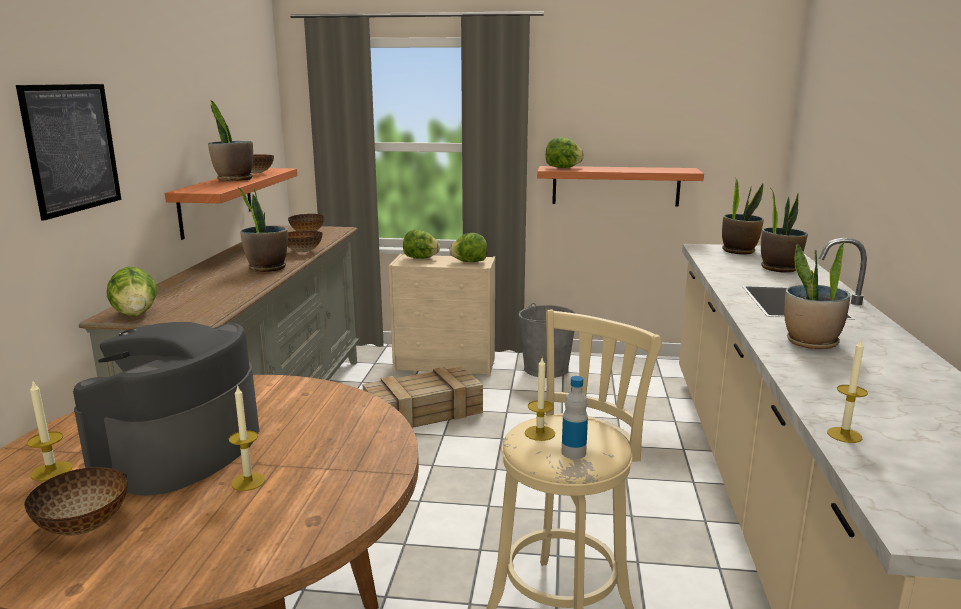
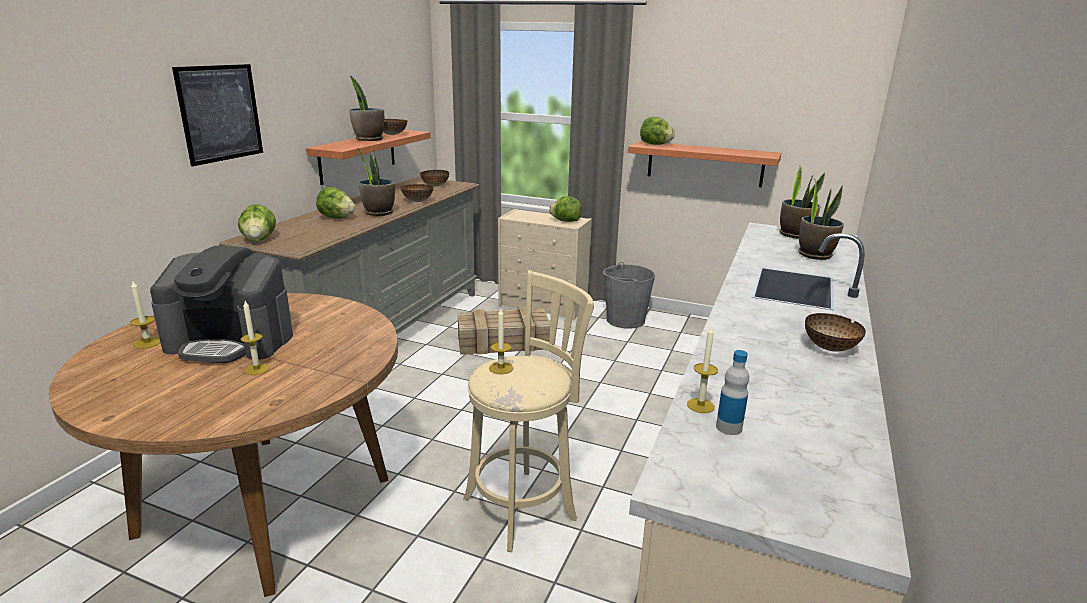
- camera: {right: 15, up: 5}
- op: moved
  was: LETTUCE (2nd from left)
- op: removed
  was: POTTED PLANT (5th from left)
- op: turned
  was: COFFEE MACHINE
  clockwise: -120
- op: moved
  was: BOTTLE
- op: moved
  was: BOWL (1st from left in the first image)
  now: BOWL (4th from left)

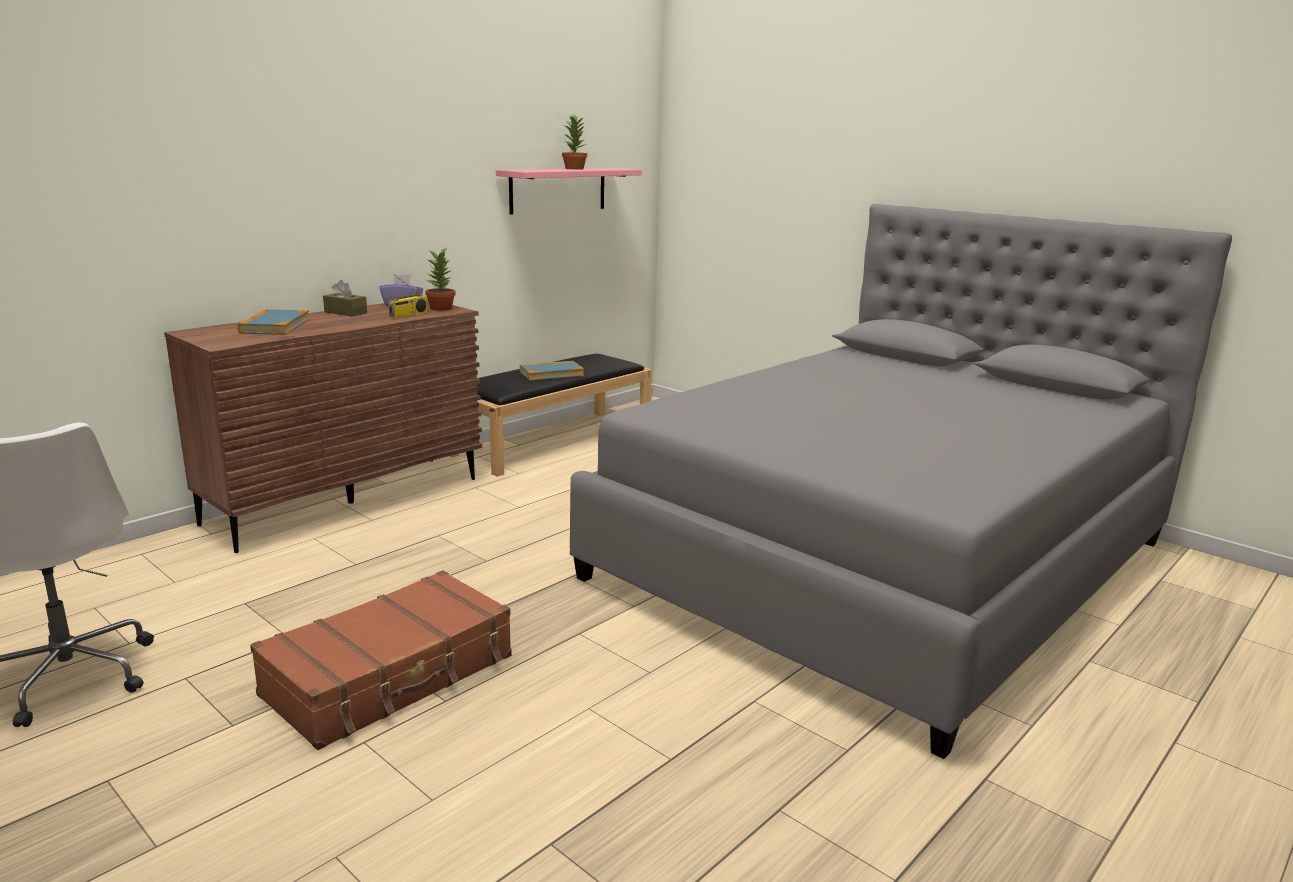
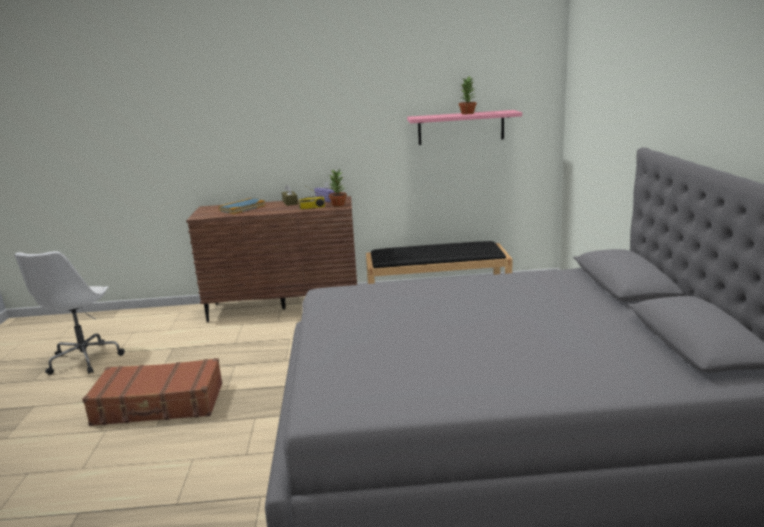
- camera: {right: 45, up: 0}
- op: removed
  was: BOOK (2nd from left)

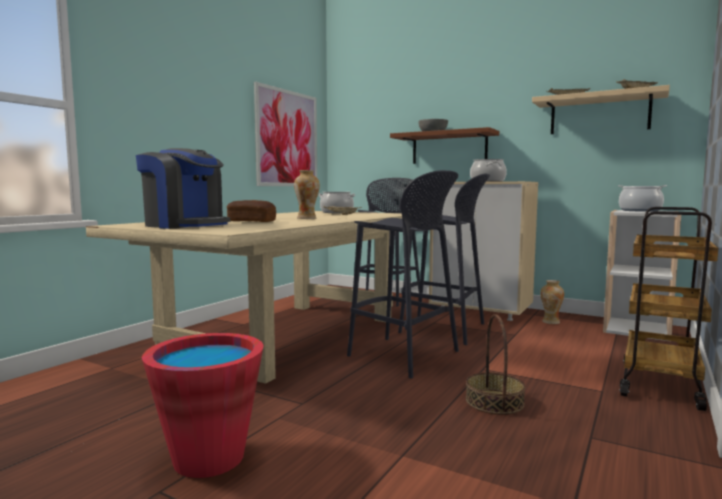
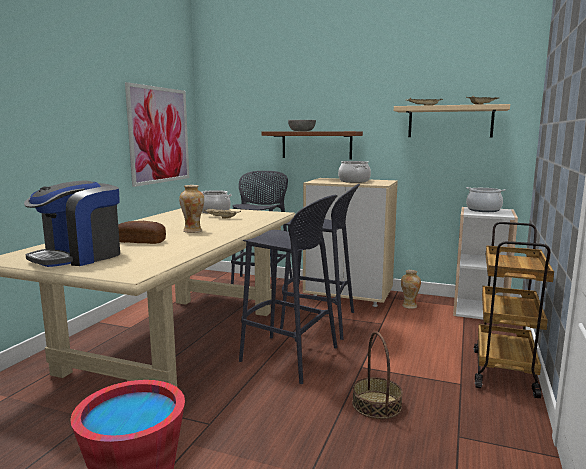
- camera: {right: -10, up: 5}
- op: turned
  was: COFFEE MACHINE
  clockwise: 105

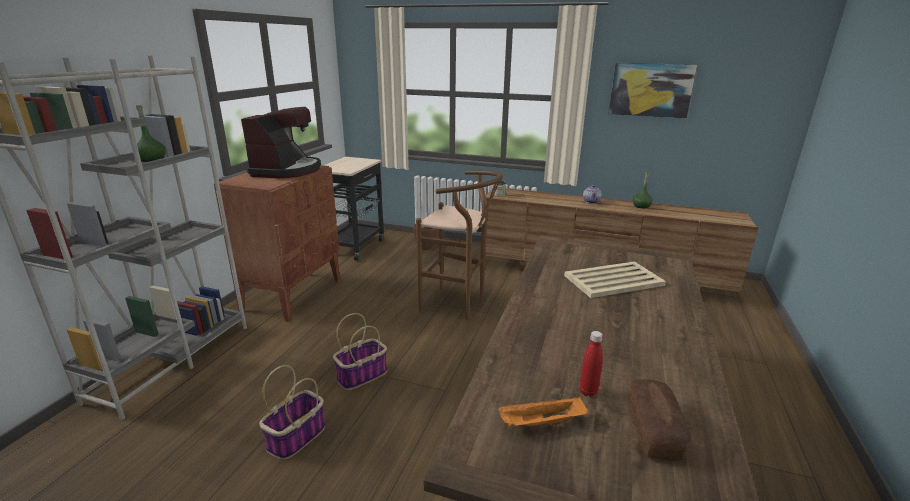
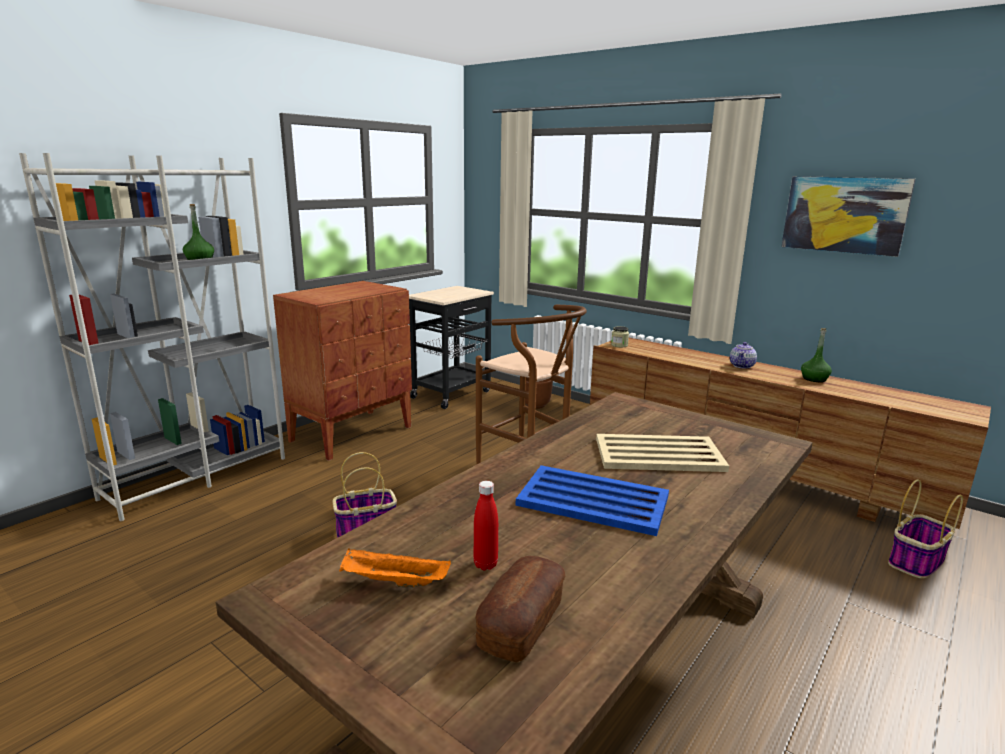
- camera: {right: 20, up: -5}
- op: removed
  was: COFFEE MACHINE
- op: moved
  was: BASKET (1st from left in the first image)
  now: BASKET (2nd from left)
- op: added
  now: BLUE TRAY

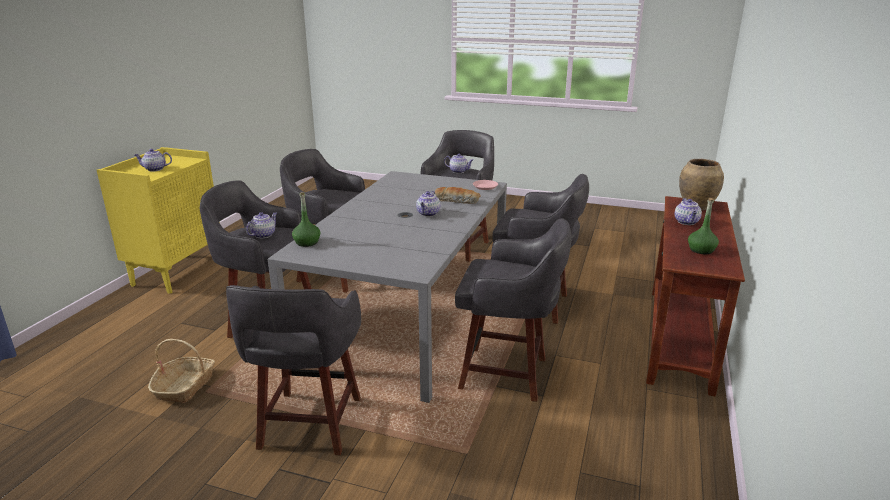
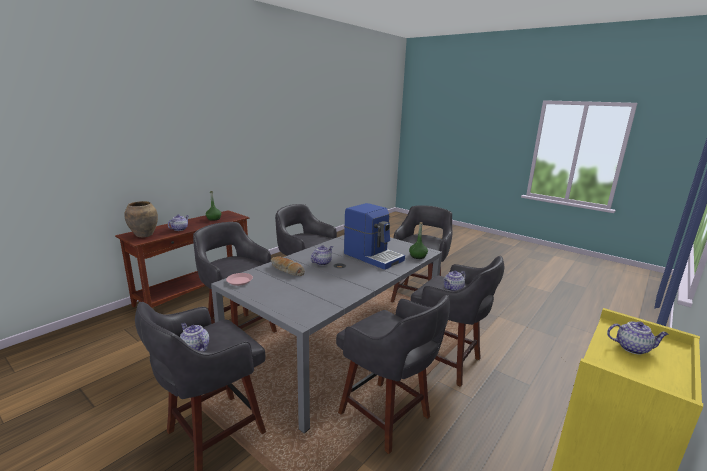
- camera: {right: -160, up: -5}
- op: removed
  was: BASKET
- op: added
  now: COFFEE MACHINE

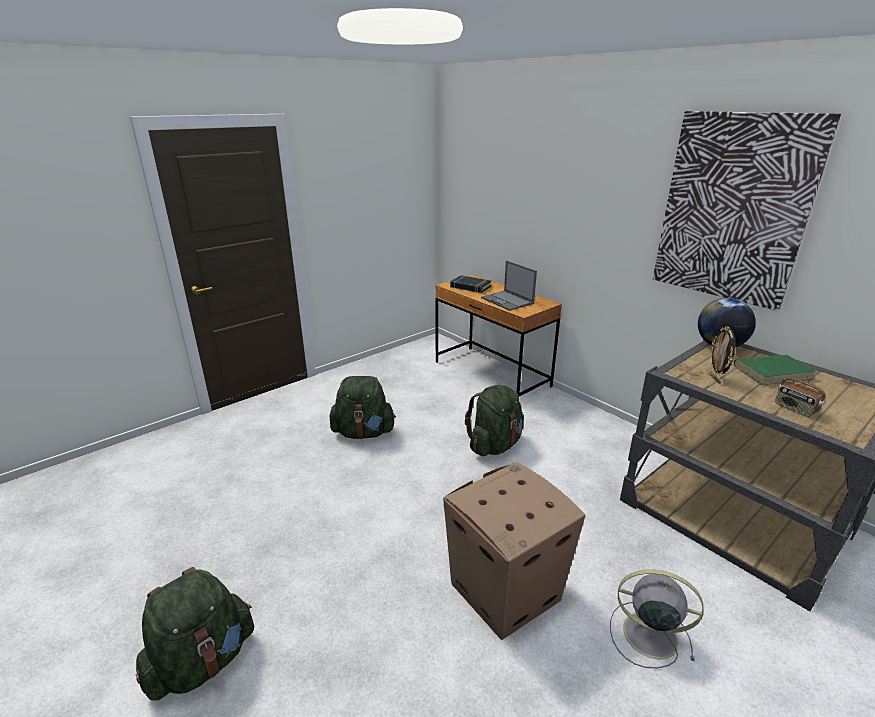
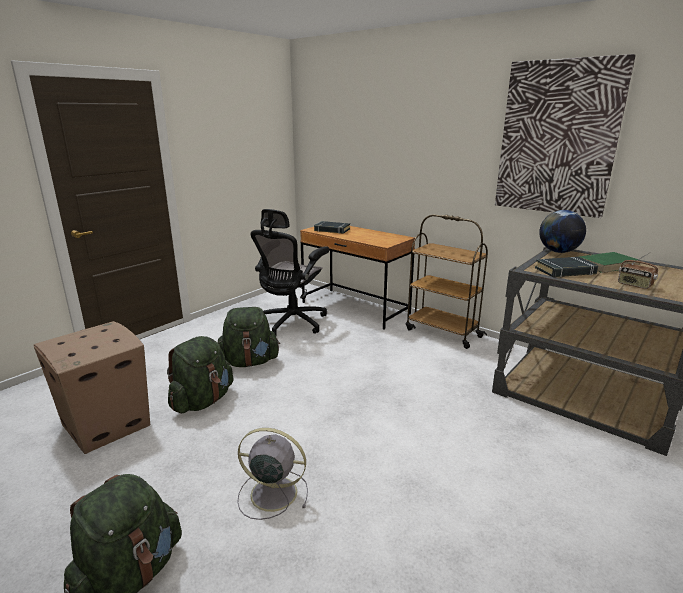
- camera: {right: -10, up: -5}
- op: removed
  was: LAPTOP
- op: replaced
  was: PICTURE FRAME
  now: BLACK BOOK (2nd from left)
- op: moved
  was: GREEN BACKPACK (3rd from left in the first image)
  now: GREEN BACKPACK (2nd from left)
- op: moved
  was: CARDBOARD BOX
- op: moved
  was: GREY FAN
- op: added
  now: OFFICE CHAIR
- op: added
  now: BROWN CART

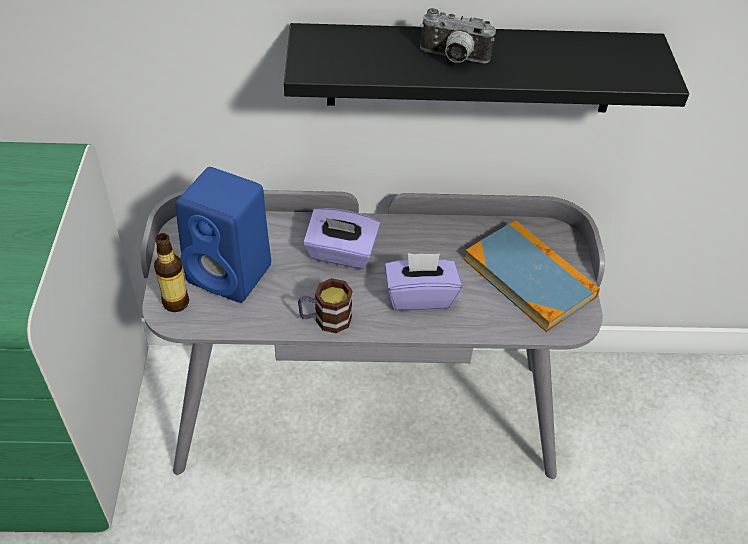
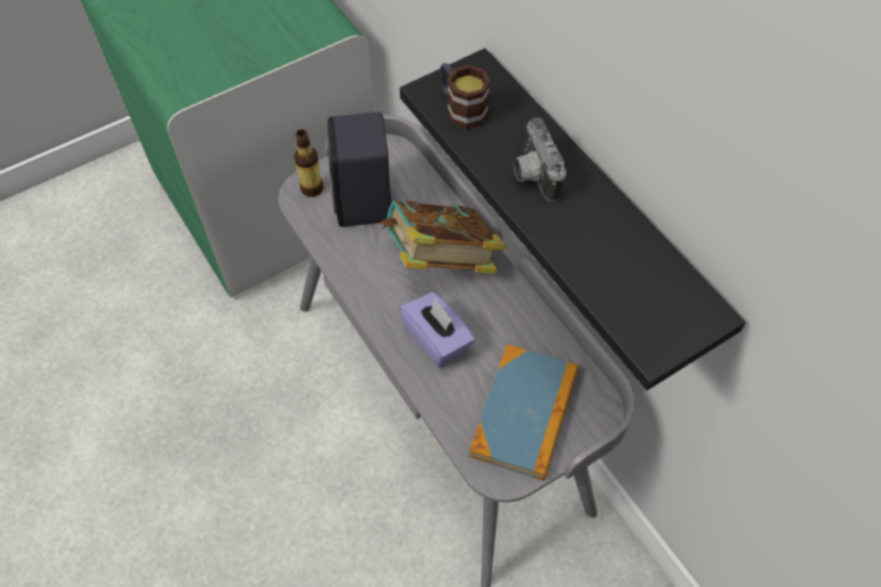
- camera: {right: 60, up: 10}
- op: recoloured
  was: BLUE SPEAKER
  now: BLACK SPEAKER
- op: replaced
  was: PURPLE TISSUE BOX (1st from left)
  now: BOOK (1st from left)
- op: moved
  was: MUG

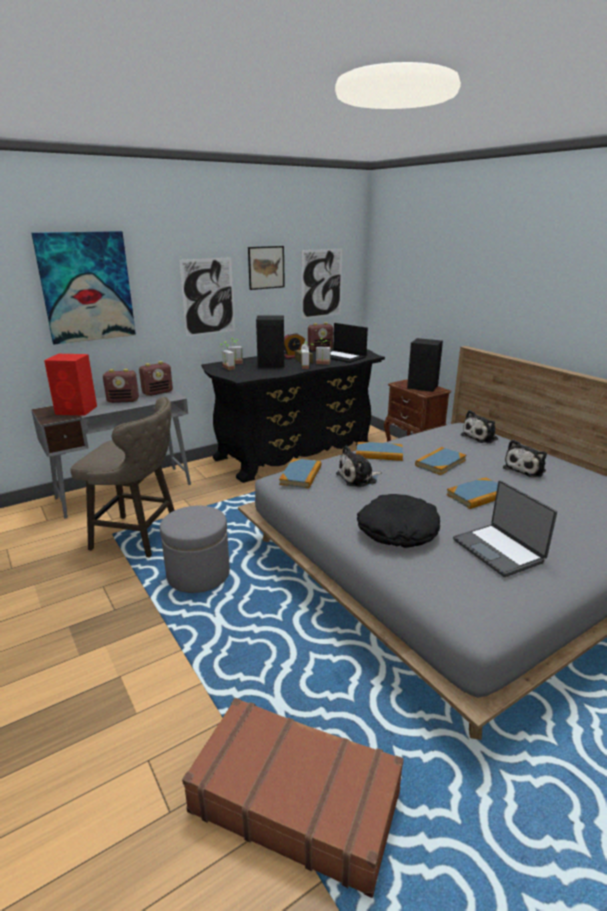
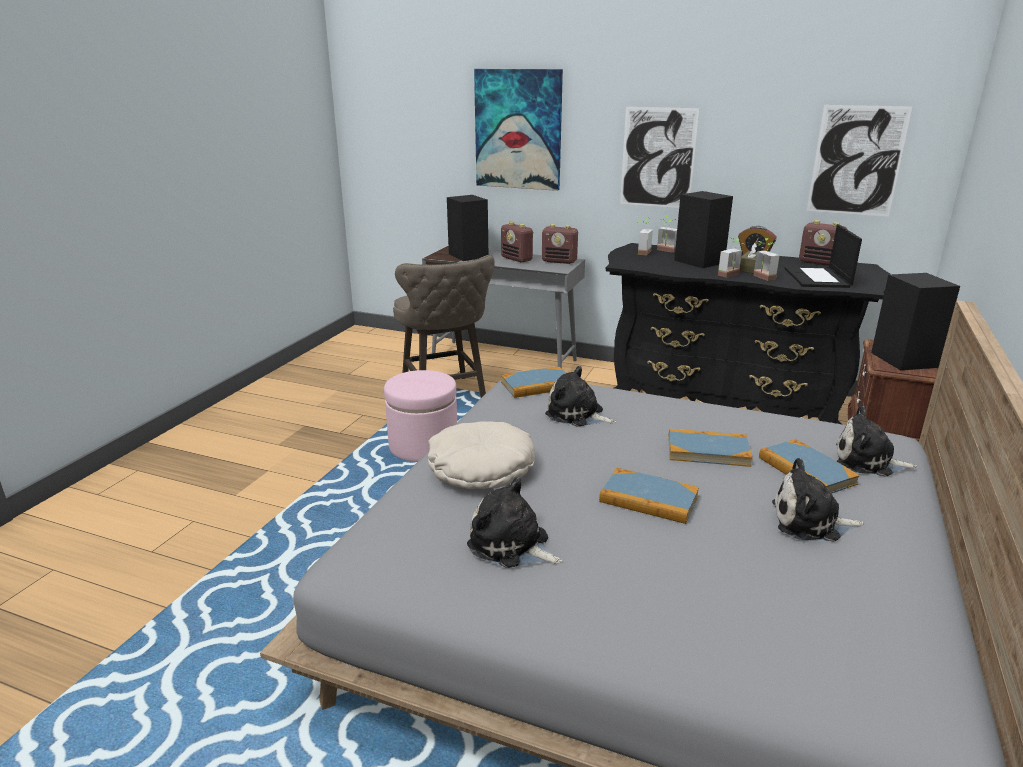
- camera: {right: 55, up: 0}
- op: removed
  was: PICTURE (3rd from left)
- op: recoloured
  was: RED SPEAKER
  now: BLACK SPEAKER (1st from left)
- op: moved
  was: BOOK (2nd from left in the first image)
  now: BOOK (4th from left)
- op: replaced
  was: LAPTOP (2nd from left)
  now: PLUSH TOY (1st from left)
- op: recoloured
  was: BLACK PILLOW
  now: BEIGE PILLOW
- op: recoloured
  was: GREY OTTOMAN
  now: PINK OTTOMAN
- op: removed
  was: BROWN SUITCASE

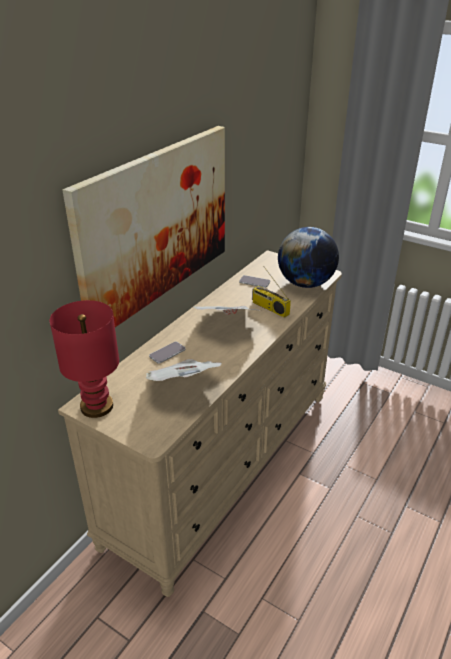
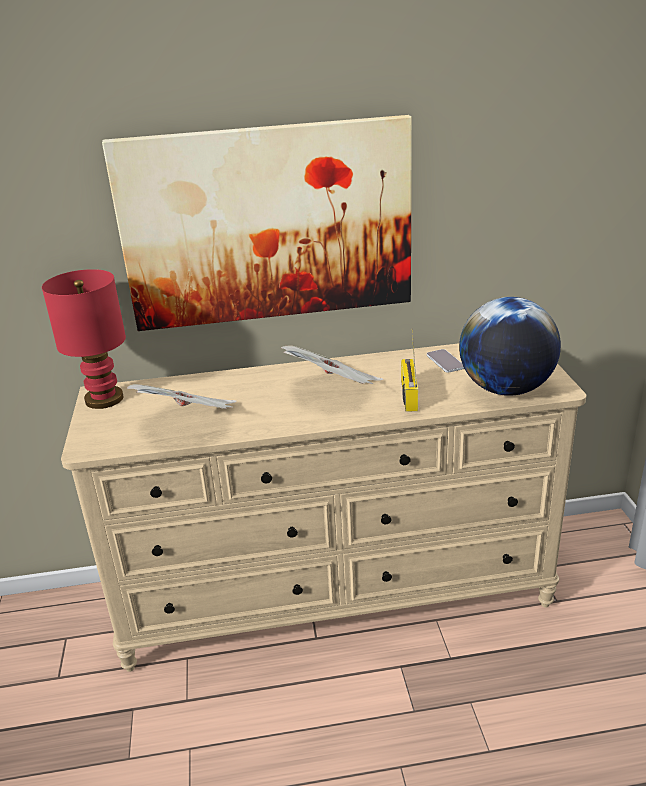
- camera: {right: 50, up: -5}
- op: removed
  was: PHONE (1st from left)

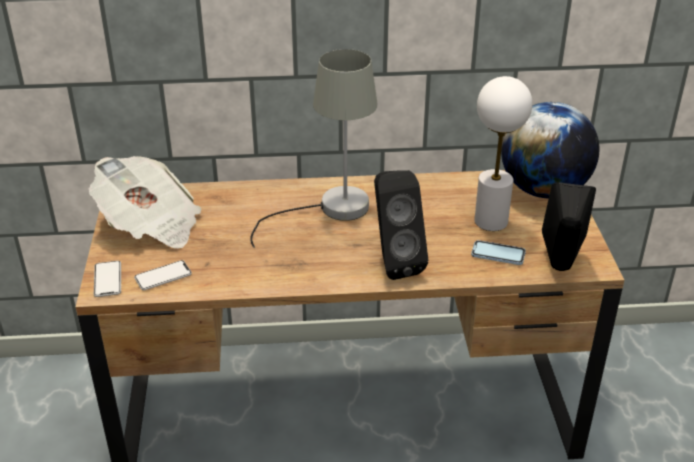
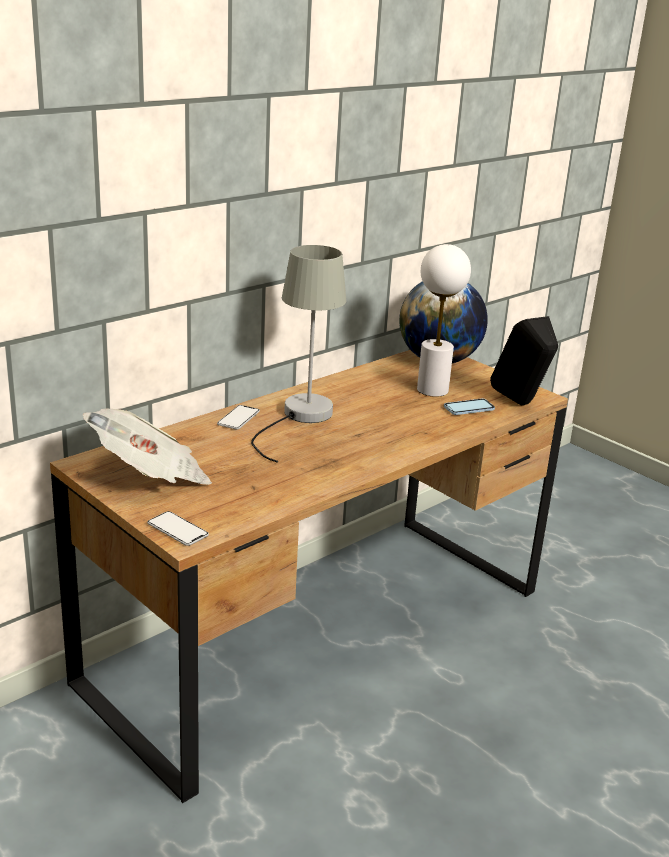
- camera: {right: -40, up: -10}
- op: removed
  was: BLACK SPEAKER (1st from left)
- op: moved
  was: PHONE (2nd from left)

